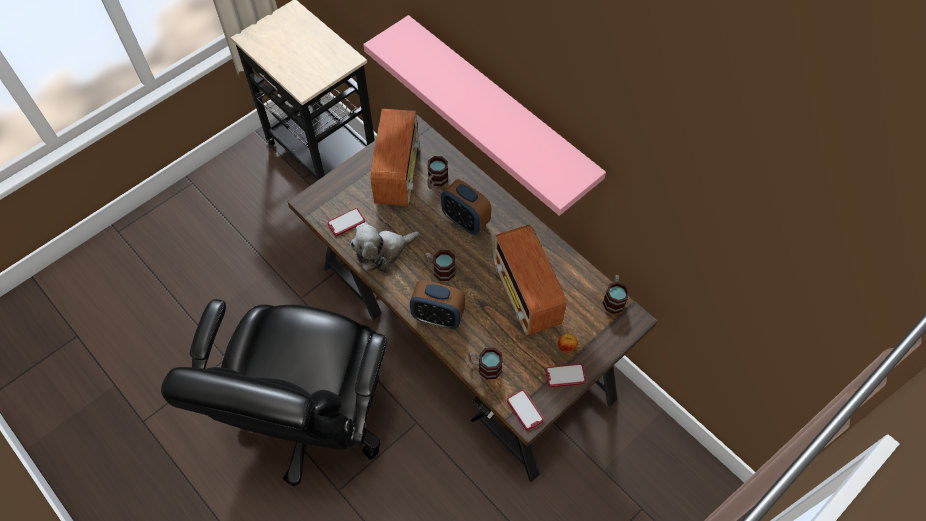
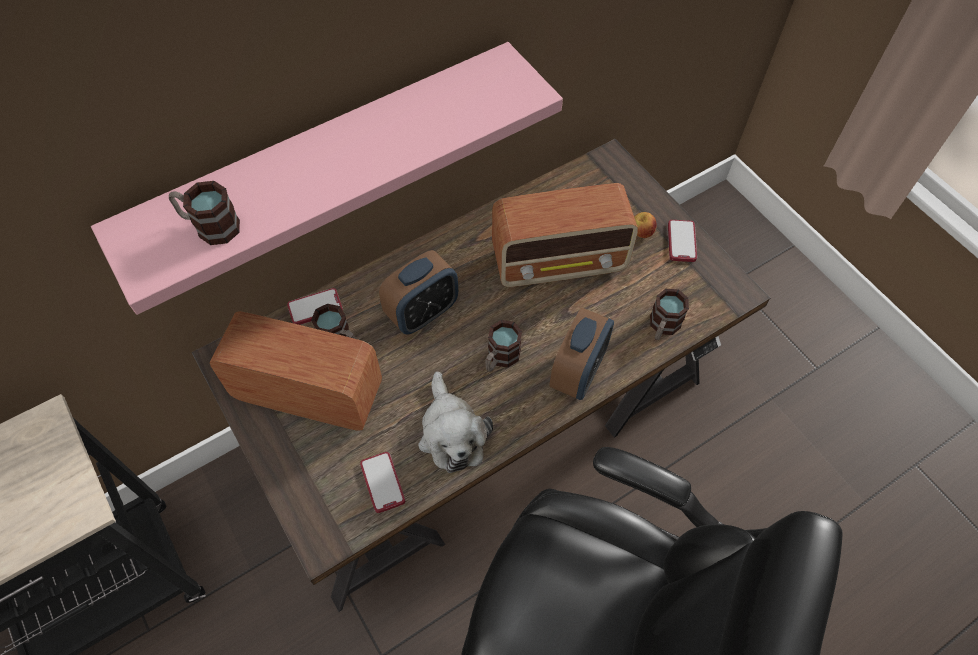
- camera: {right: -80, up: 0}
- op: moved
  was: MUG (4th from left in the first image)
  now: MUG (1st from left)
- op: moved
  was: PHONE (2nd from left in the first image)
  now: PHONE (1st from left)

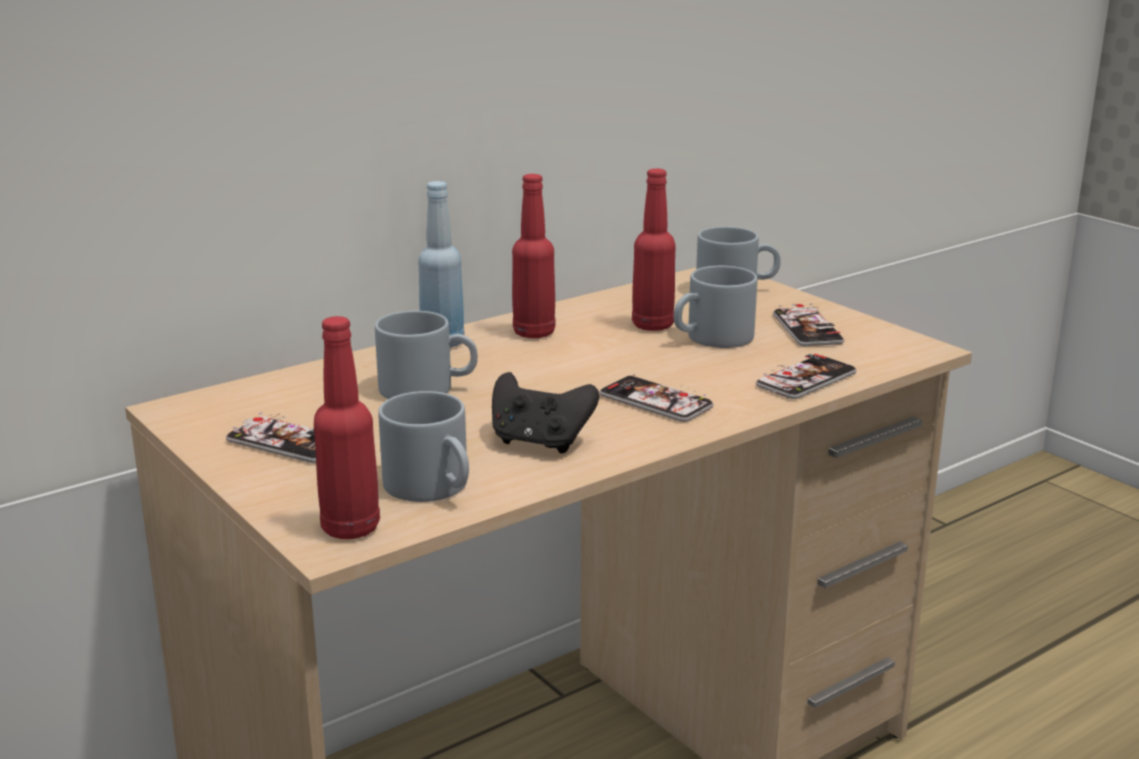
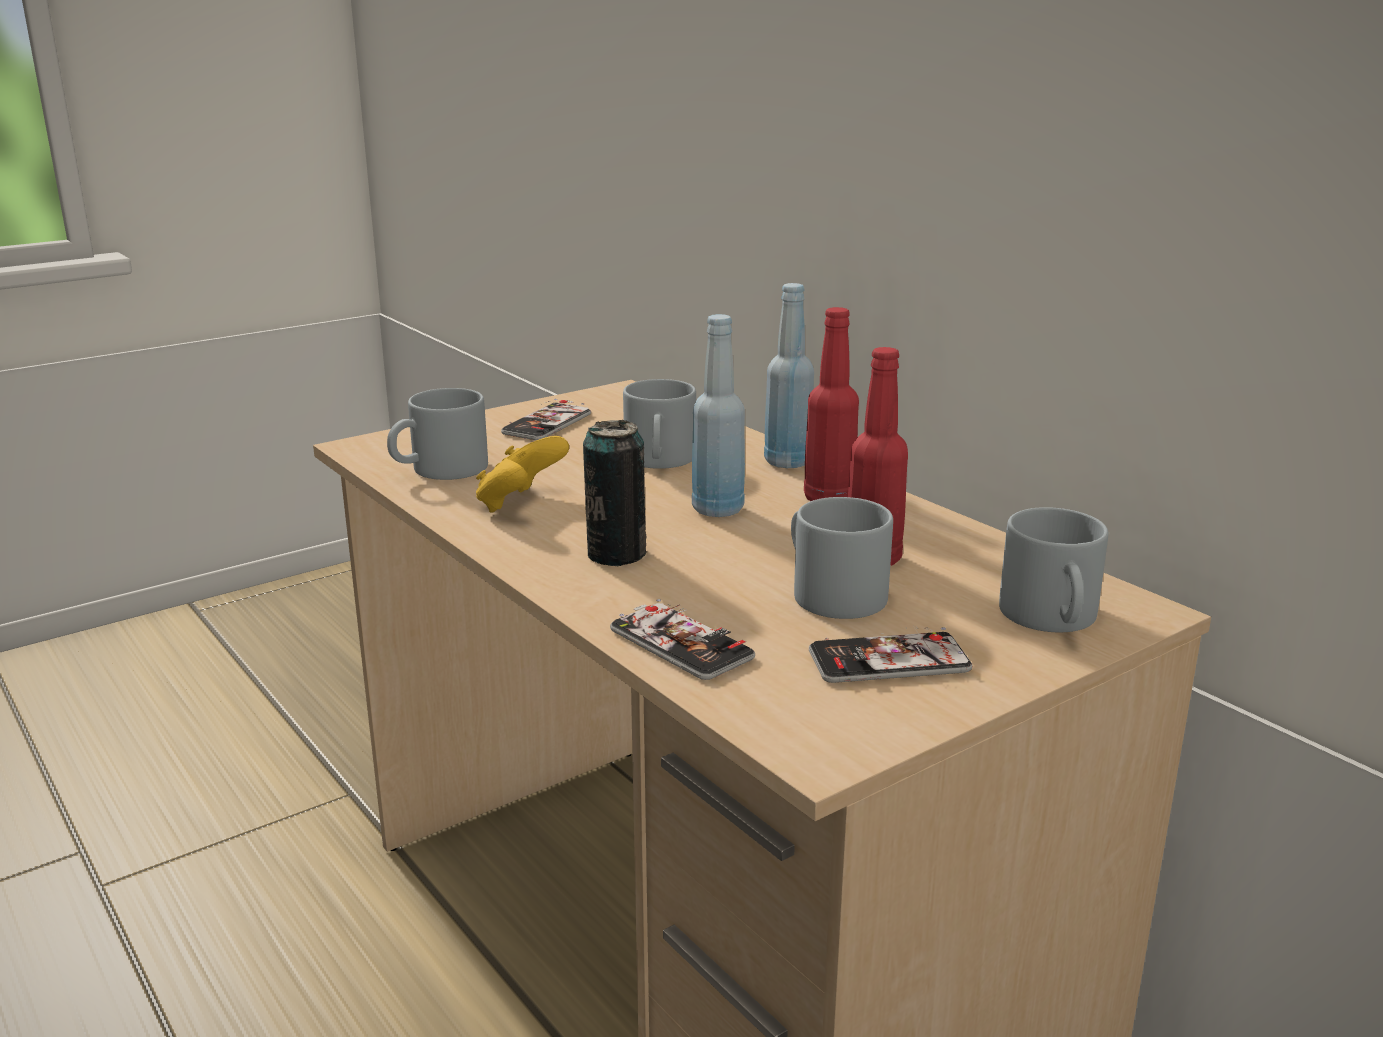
- camera: {right: 90, up: 0}
- op: removed
  was: RED BOTTLE (1st from left)
- op: recoloured
  was: BLACK GAME CONTROLLER
  now: YELLOW GAME CONTROLLER
- op: replaced
  was: PHONE (2nd from left)
  now: CAN
- op: added
  now: BLUE BOTTLE (1st from left)

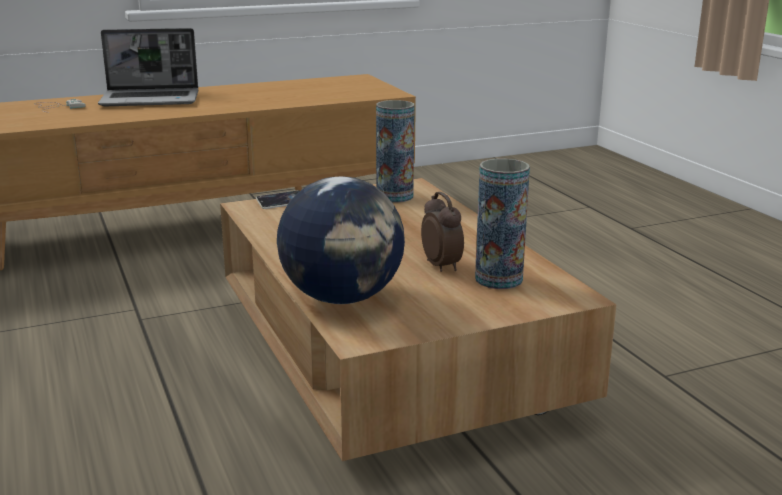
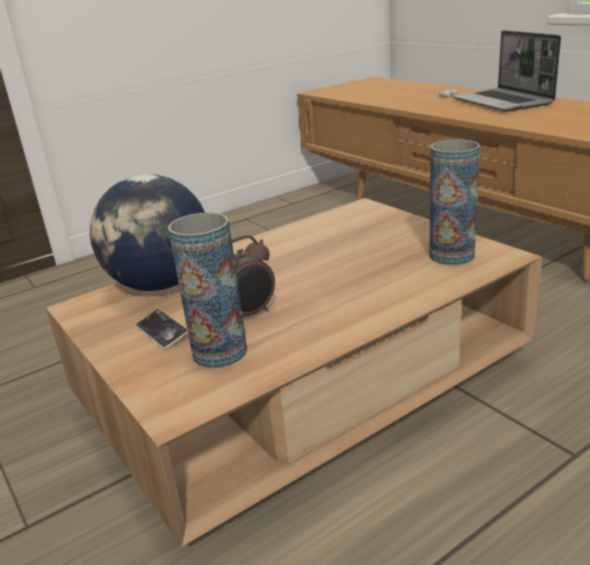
- camera: {right: 80, up: 5}
- op: moved
  was: PHONE

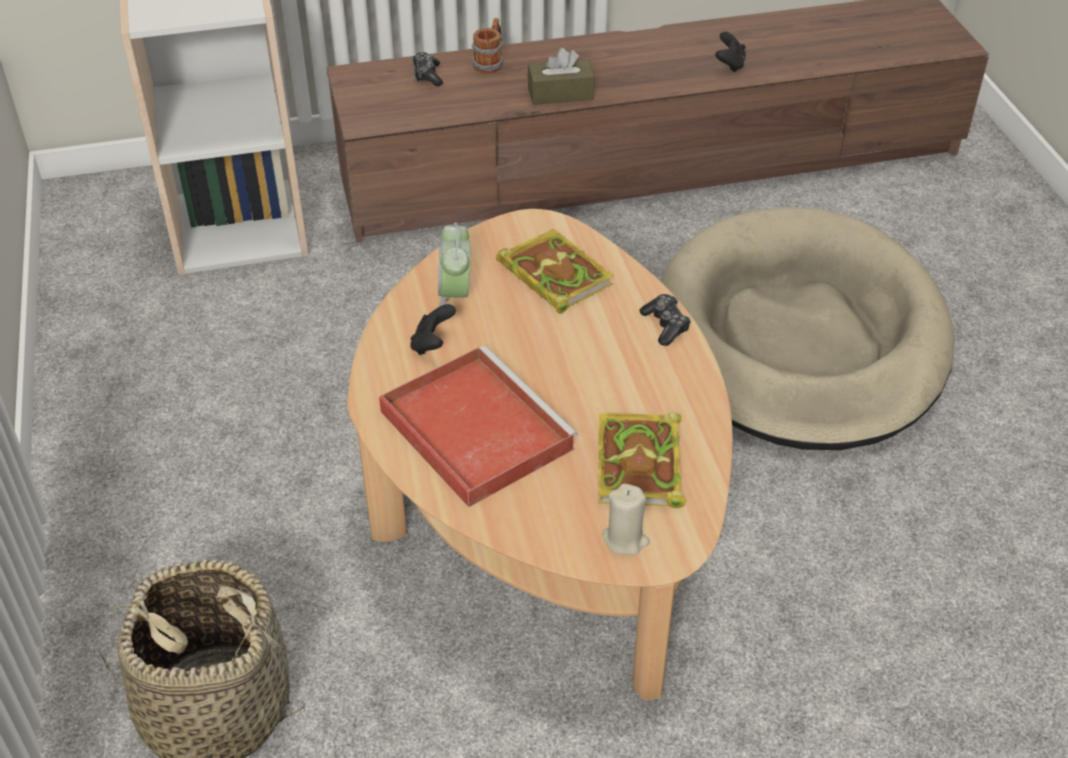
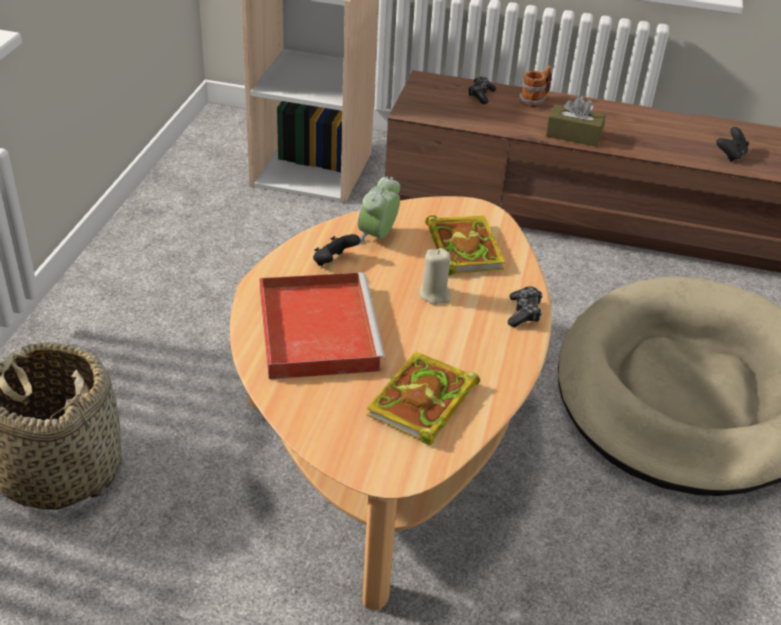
- camera: {right: 25, up: -5}
- op: moved
  was: BEIGE CANDLE

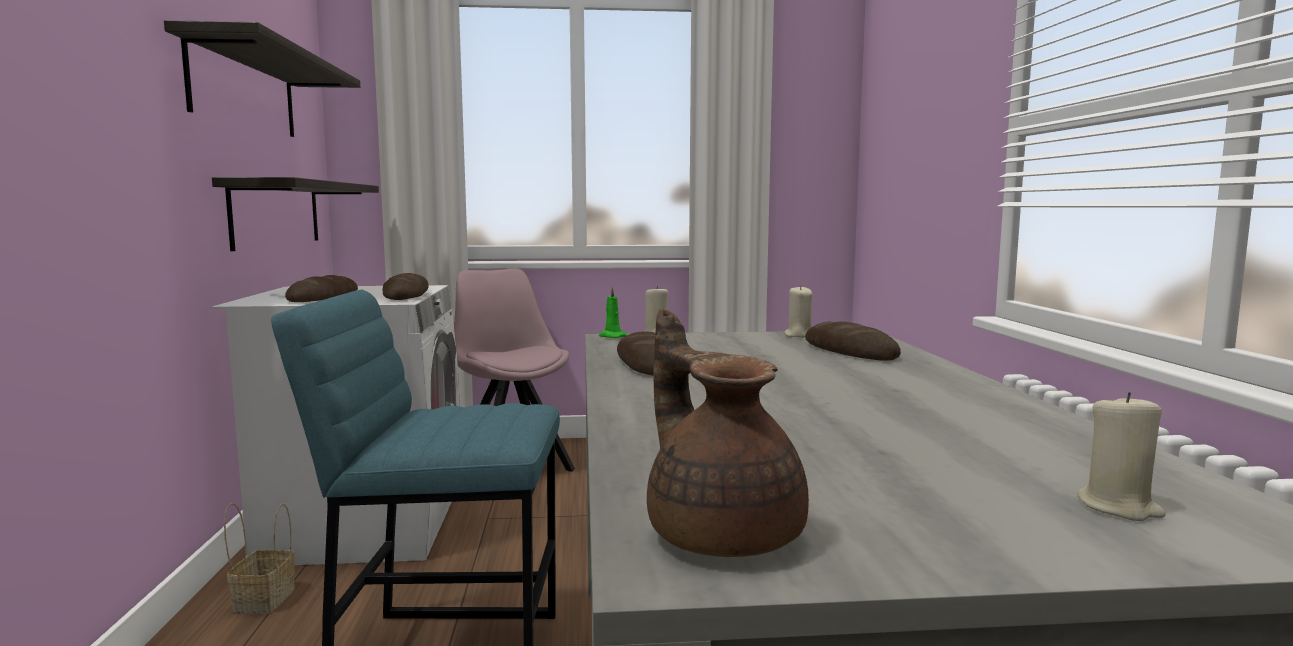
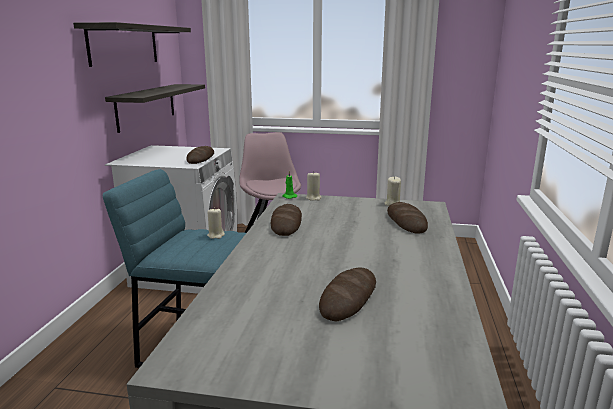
- camera: {right: 15, up: 10}
- op: moved
  was: BREAD (1st from left in the first image)
  now: BREAD (3rd from left)
- op: removed
  was: BROWN TEAPOT
- op: moved
  was: BEIGE CANDLE (3rd from left in the first image)
  now: BEIGE CANDLE (1st from left)
- op: removed
  was: BASKET

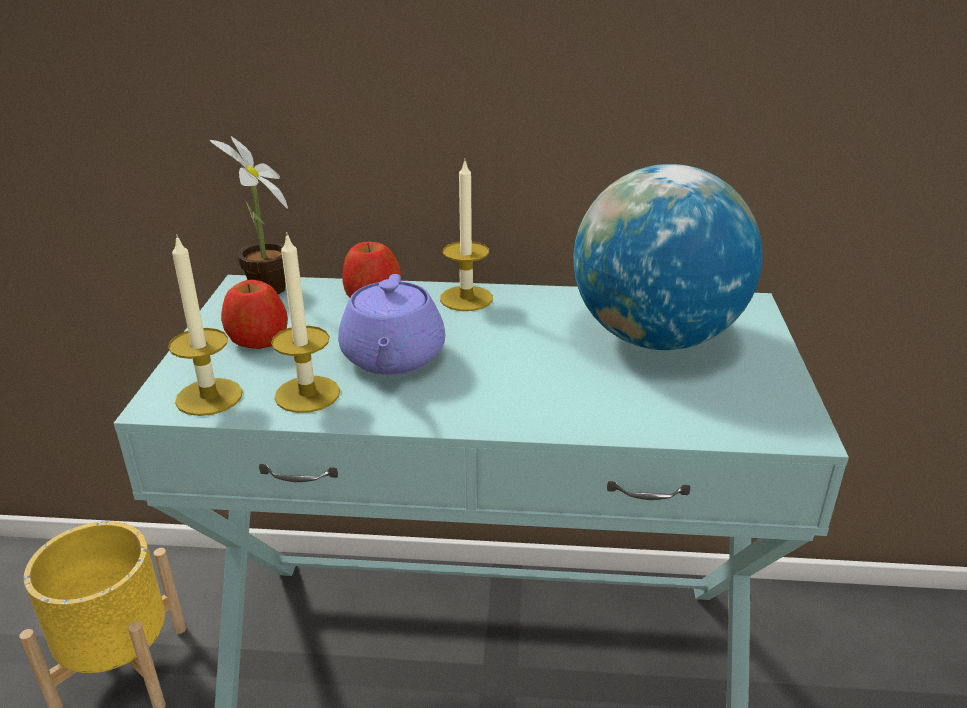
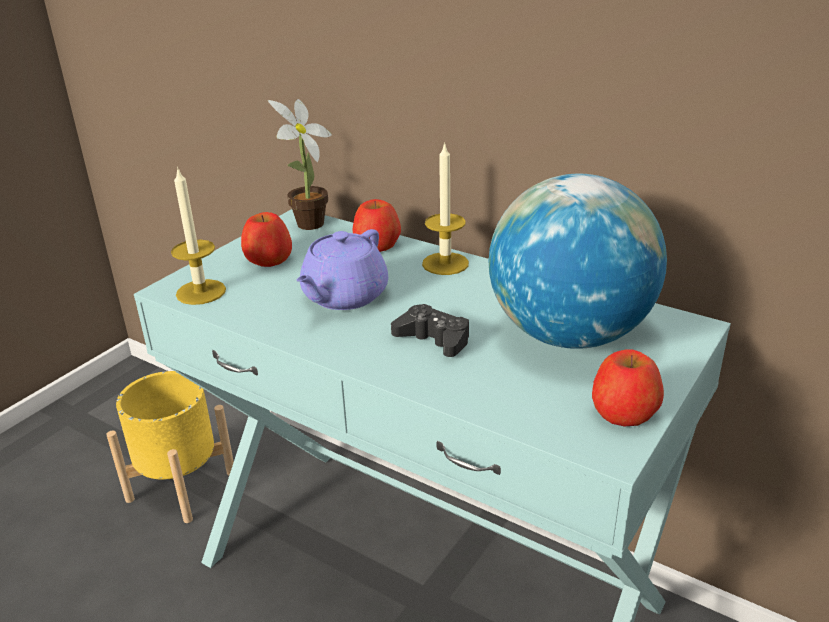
- camera: {right: 30, up: 0}
- op: removed
  was: CANDLE (2nd from left)
- op: added
  now: BLACK GAME CONTROLLER
- op: added
  now: APPLE (3rd from left)

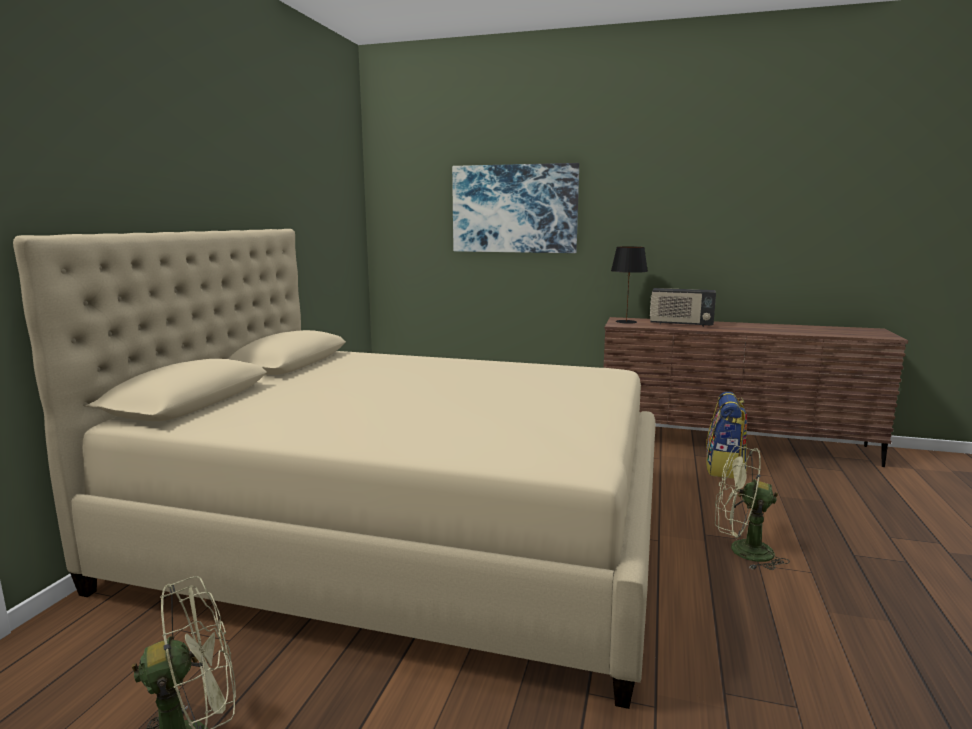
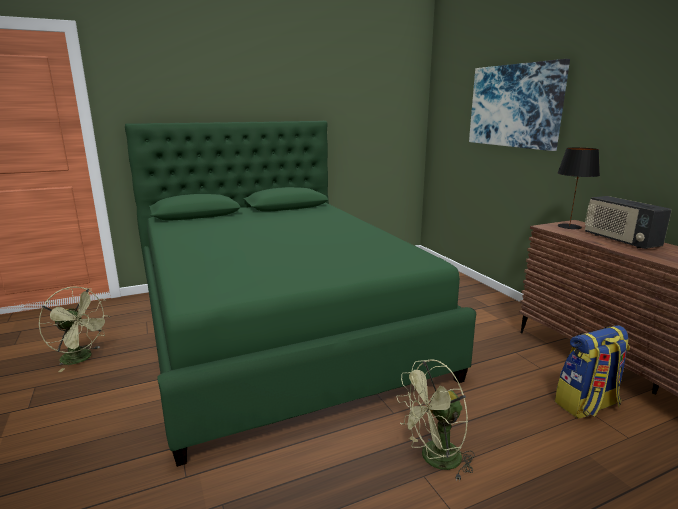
- camera: {right: 50, up: 5}
- op: recoloured
  was: BEIGE BED
  now: GREEN BED
- op: turned
  was: GREEN FAN (2nd from left)
  clockwise: -90

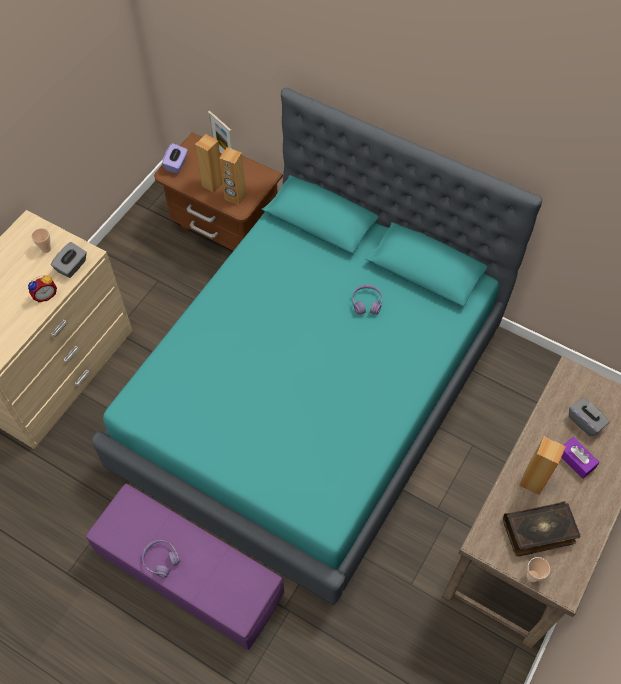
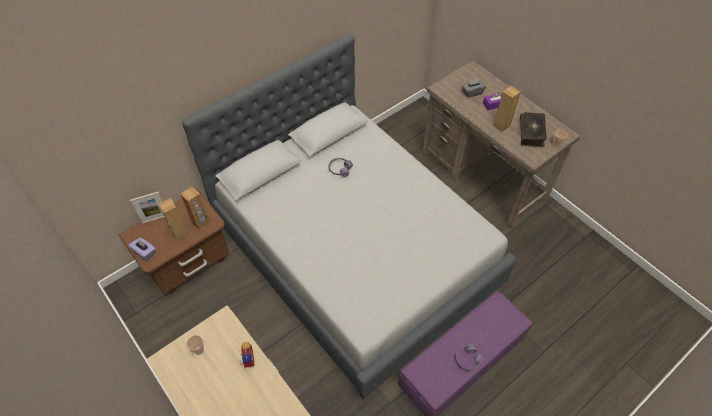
- camera: {right: -70, up: -5}
- op: recoloured
  was: TURQUOISE BED
  now: GREY BED
- op: removed
  was: GREY TISSUE BOX (1st from left)

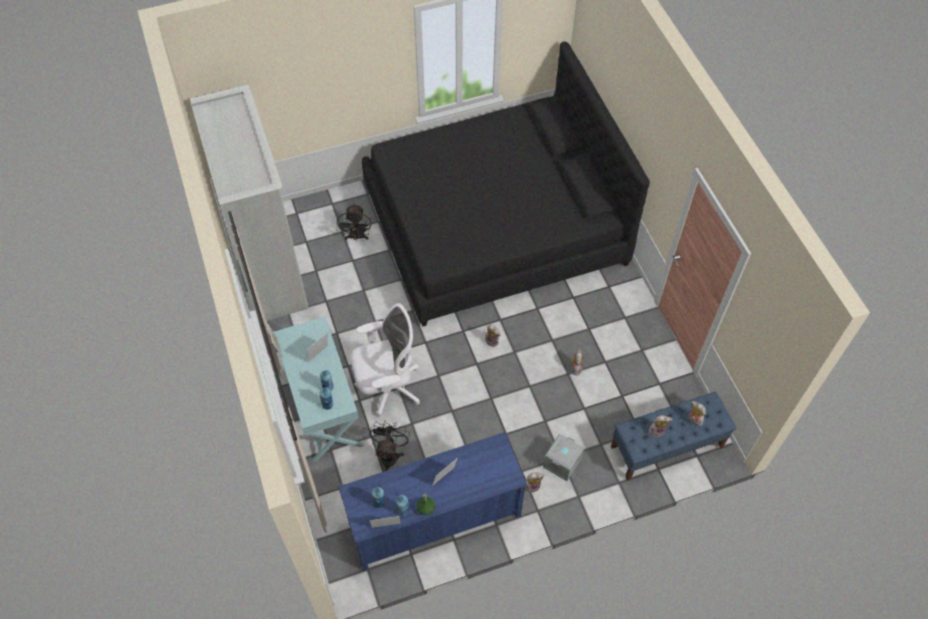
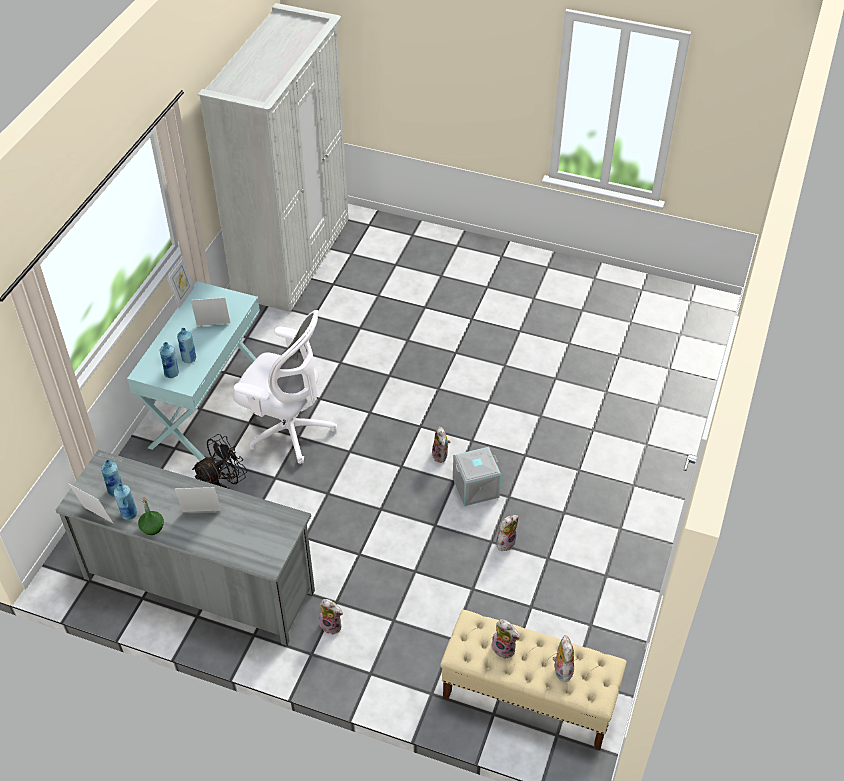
- camera: {right: 40, up: -10}
- op: removed
  was: BLACK BED
- op: removed
  was: BLACK FAN (1st from left)
- op: recoloured
  was: BLUE BENCH
  now: BEIGE BENCH
- op: recoloured
  was: BLUE DRESSER
  now: GREY DRESSER
- op: moved
  was: GREY STORAGE BOX

